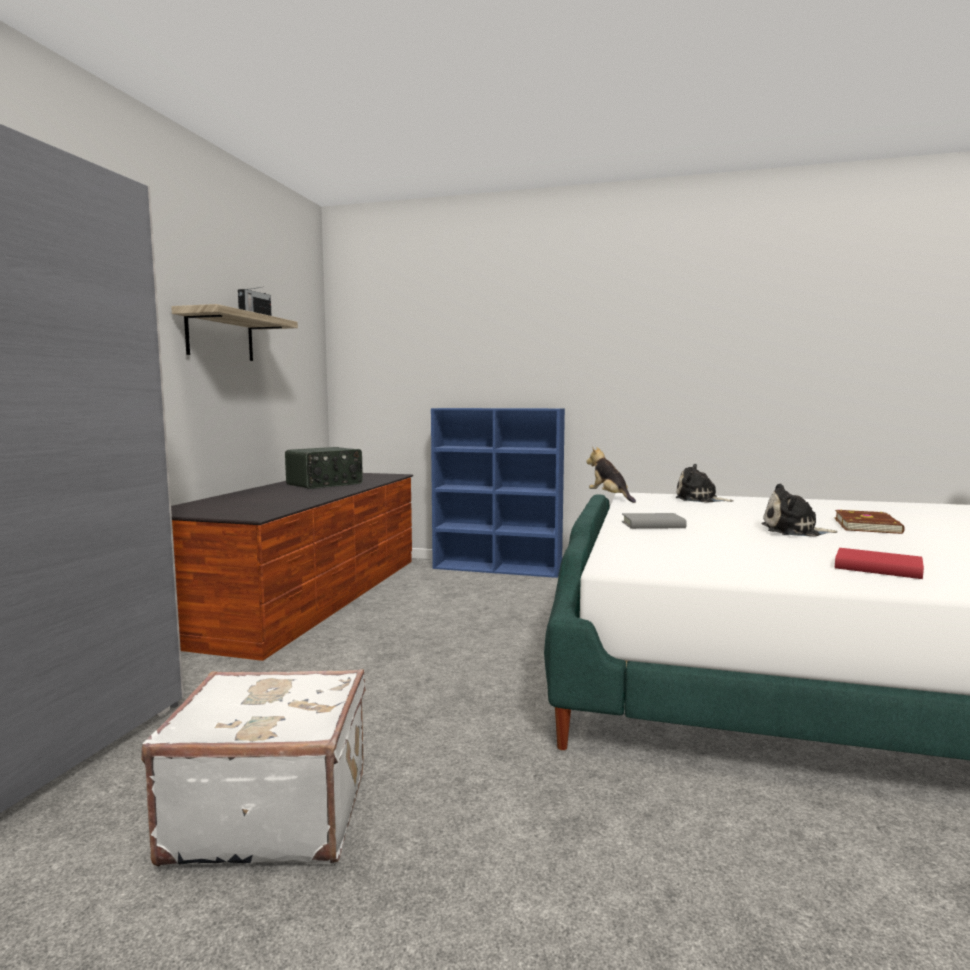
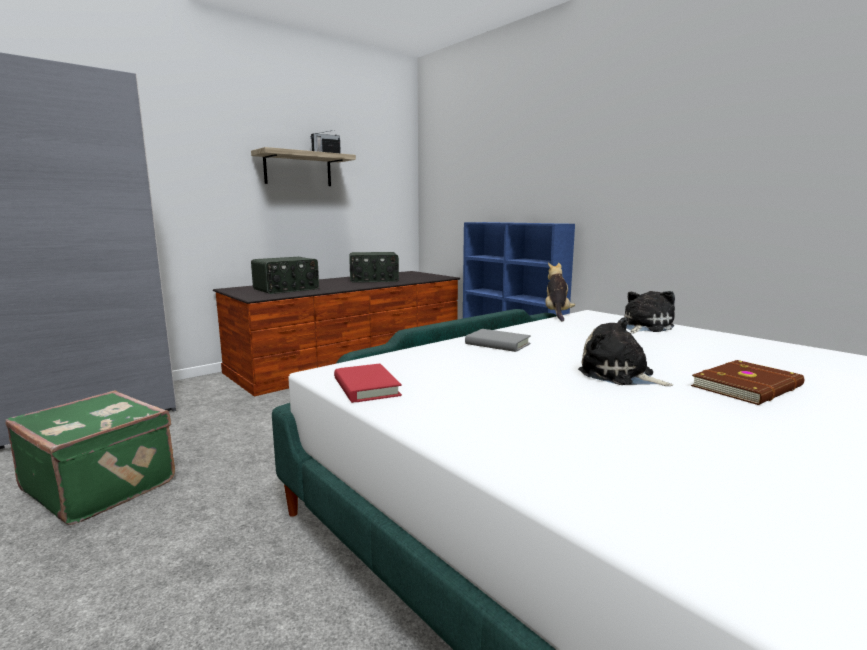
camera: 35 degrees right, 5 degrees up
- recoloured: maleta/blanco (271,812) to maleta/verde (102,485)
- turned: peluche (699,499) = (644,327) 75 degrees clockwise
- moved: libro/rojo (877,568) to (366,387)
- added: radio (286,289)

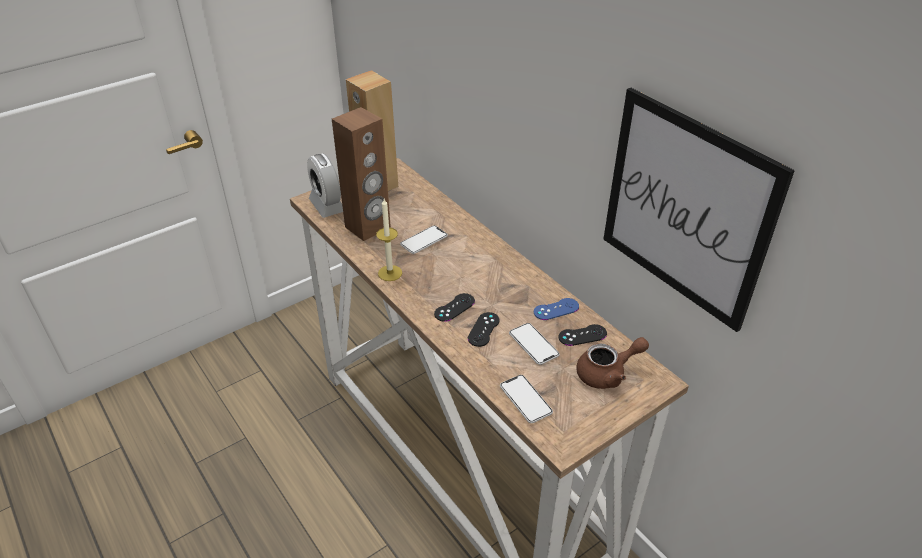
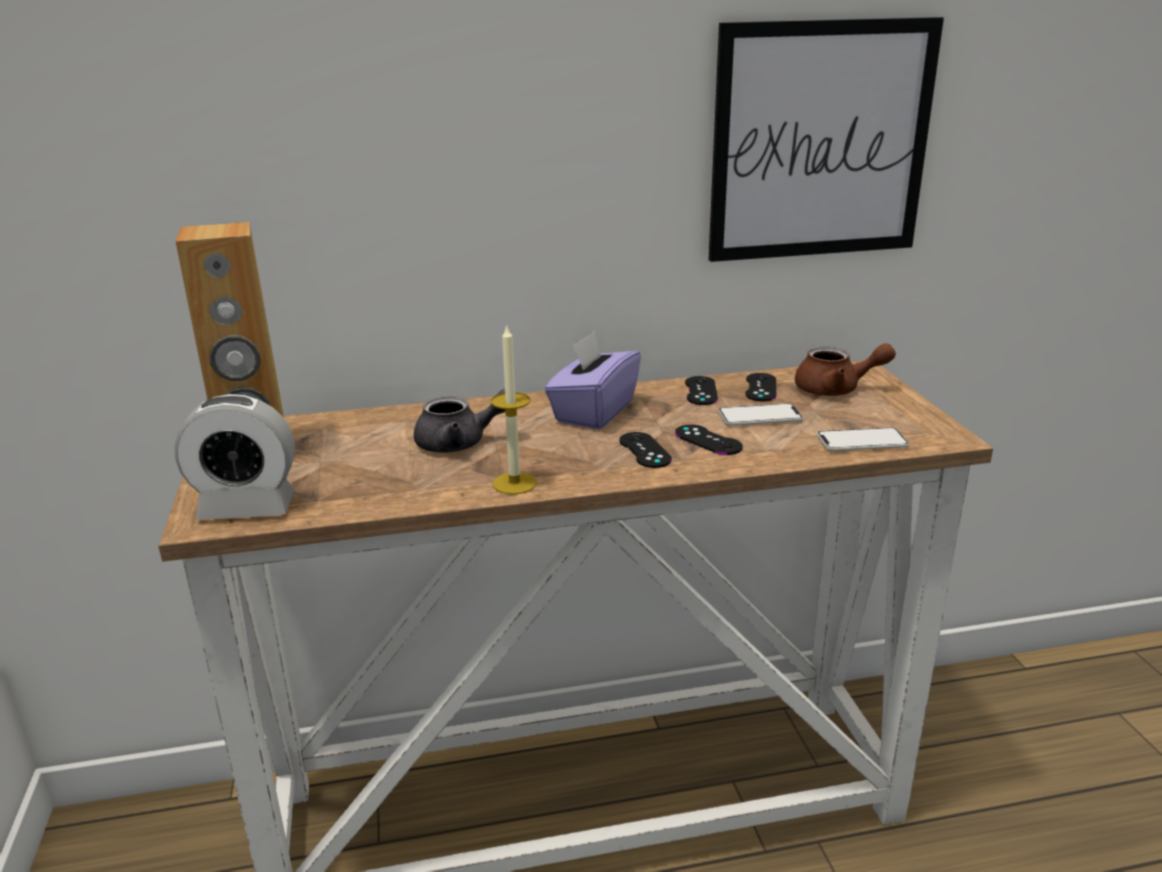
camera: 65 degrees left, 15 degrees down
- removed: altavoz/marrón (368,227)
- replaced: móvil (424,240) to tetera/gris (461,443)
- recoloured: mando de consola/azul (556,309) to mando de consola/negro (701,391)
- turned: tetera/marrón (607,373) = (836,389) 90 degrees clockwise
- added: caja de pañuelos/morado (593,412)

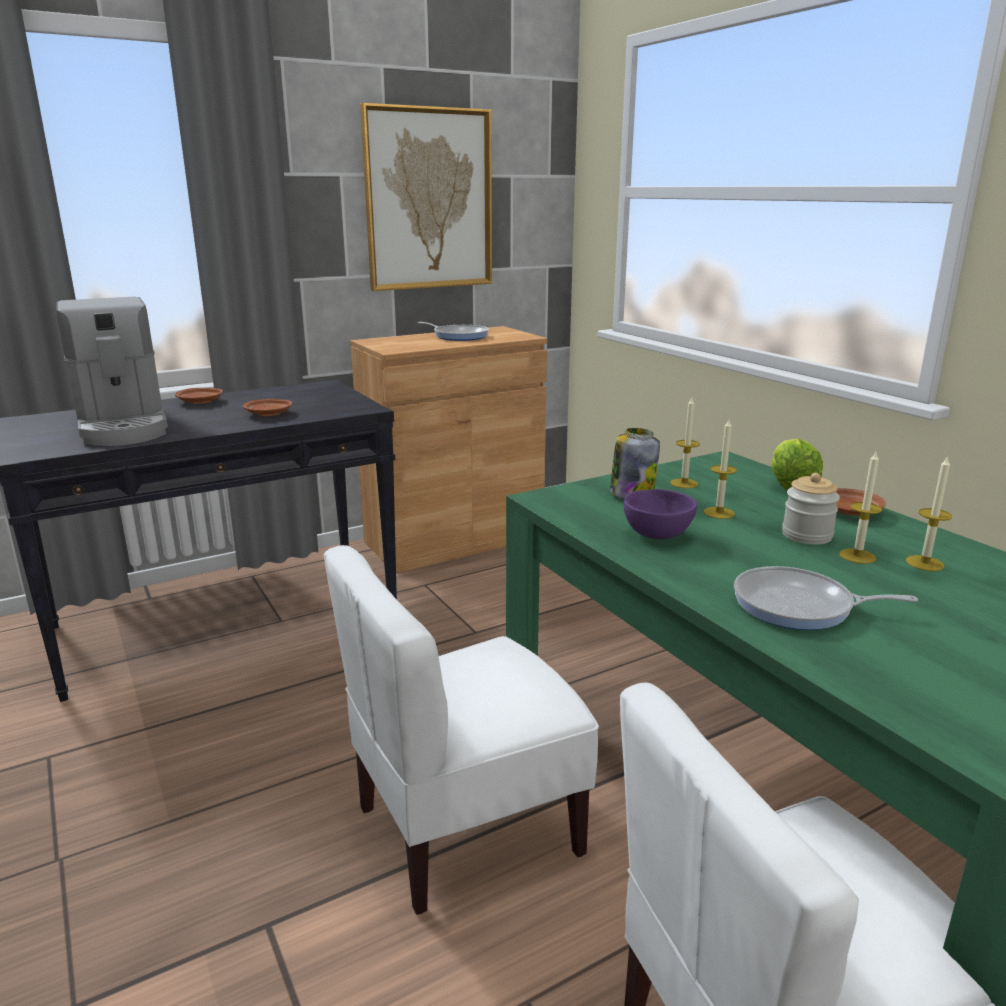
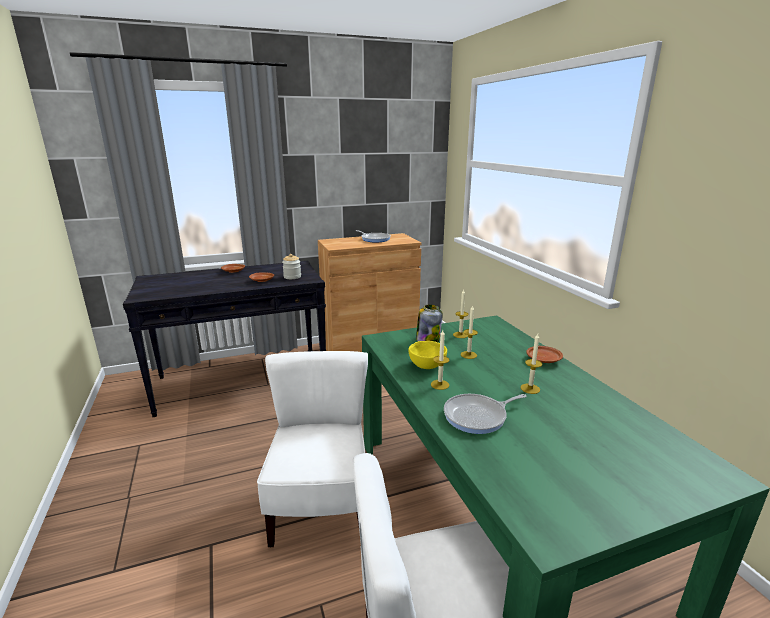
camera: 10 degrees right, 0 degrees up
- removed: cafetera (123,427)
- turned: silla/blanco (466,828) = (321,508) 105 degrees clockwise
- removed: cuadro (429,200)
- recoloured: cuenco/morado (657,535) to cuenco/amarillo (427,366)
- turned: sartén (799,606) = (478,416) 45 degrees counterclockwise
- removed: lechuga (790,486)
- moved: tarro (806,535) to (292,277)
- moved: vela (924,563) to (440,384)

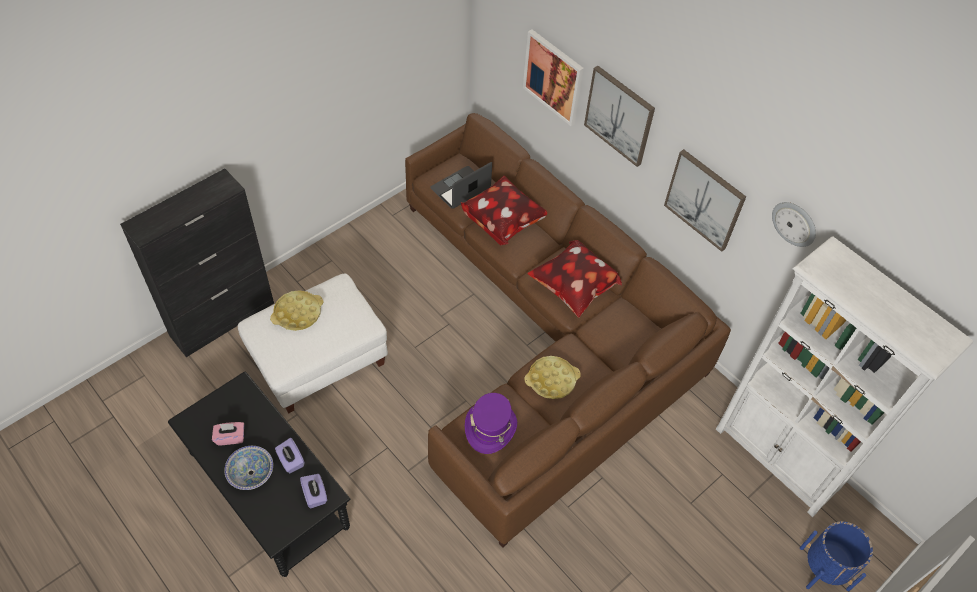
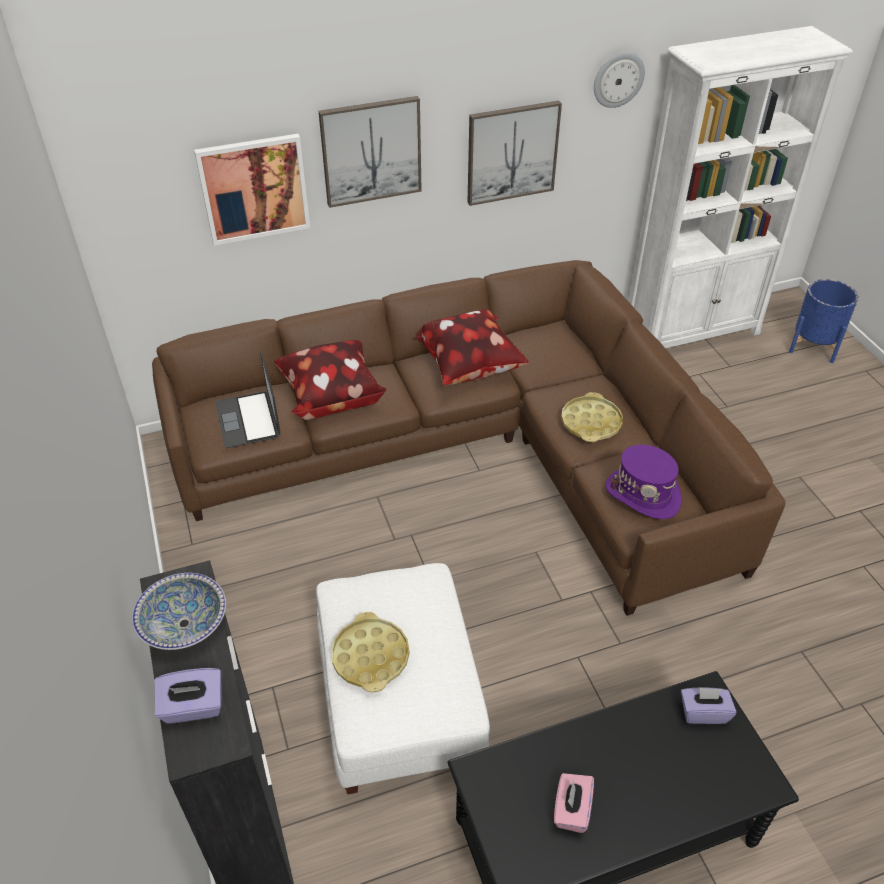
camera: 65 degrees left, 10 degrees down
- moved: cuenco (251,472) to (184,623)
- moved: caja de pañuelos/morado (291,461) to (193,707)

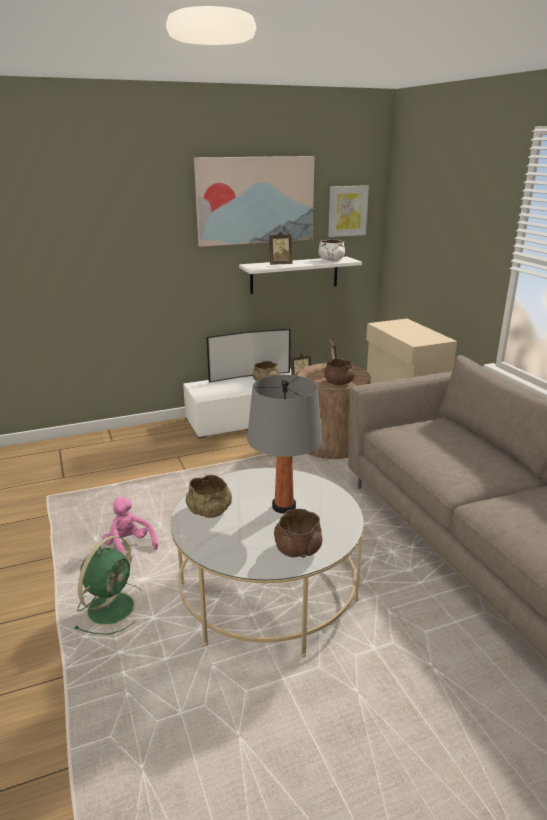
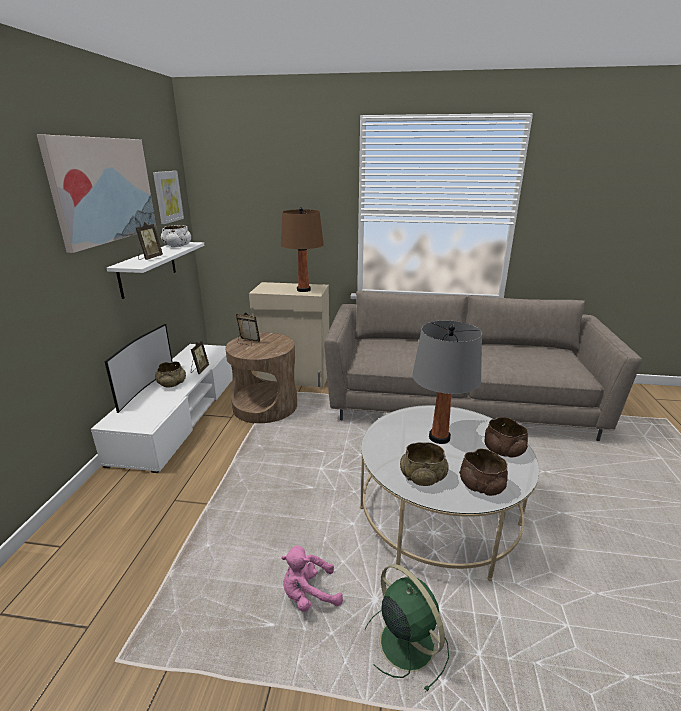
camera: 60 degrees left, 0 degrees up
- moved: cuenco/marrón (338,382) to (482,486)
- added: lámpara de mesa/marrón (303,290)

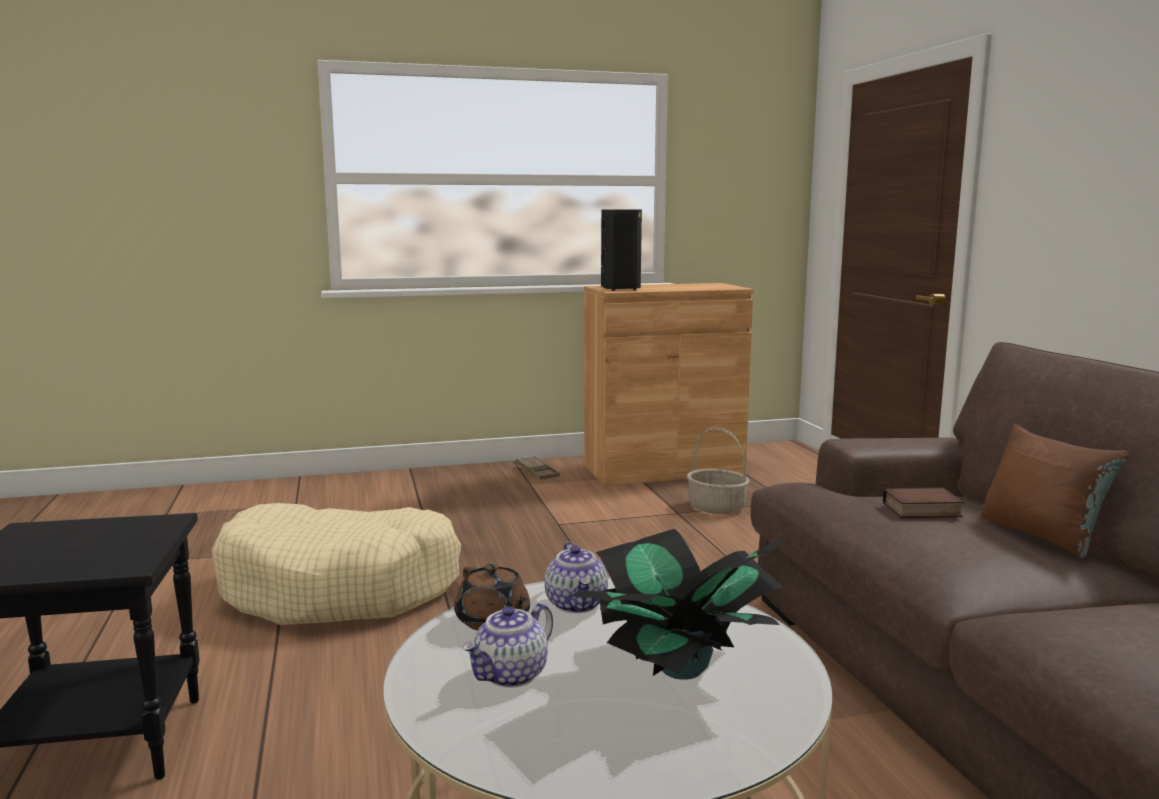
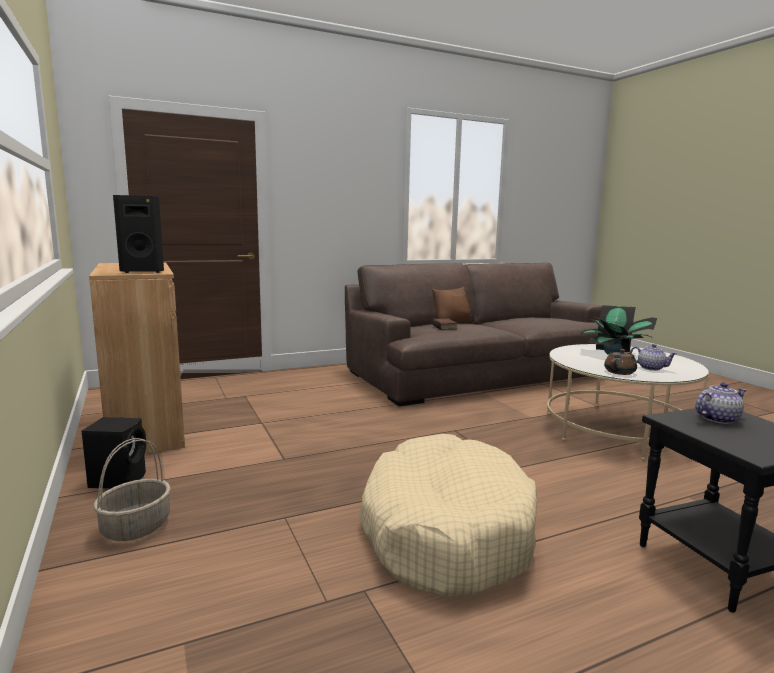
camera: 100 degrees left, 0 degrees up
- replaced: bandeja/marrón (537,472) to altavoz/negro (119,479)
- moved: tetera (577,604) to (717,419)
- moved: cesta (717,507) to (136,526)

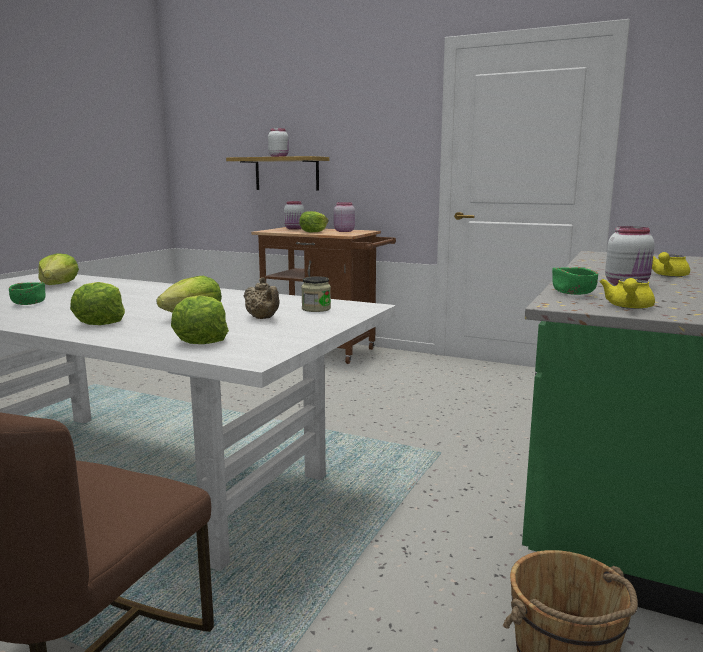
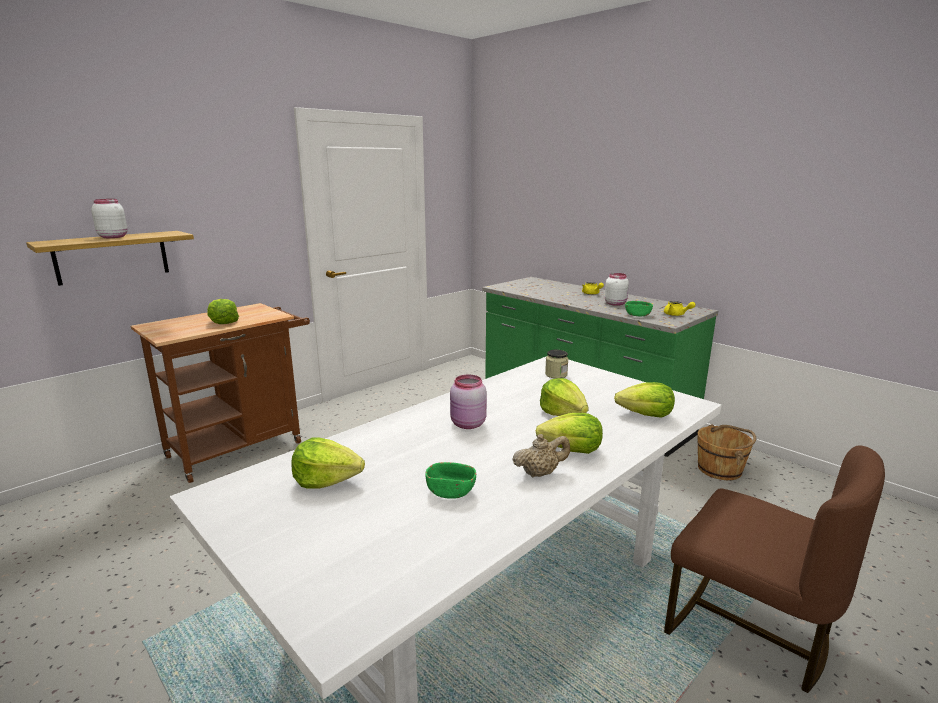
camera: 70 degrees left, 5 degrees up
- moved: tetera/beis (263,318) to (540,473)
- removed: tarro/blanco (294,229)
- moved: tarro/rosa (343,231) to (467,424)

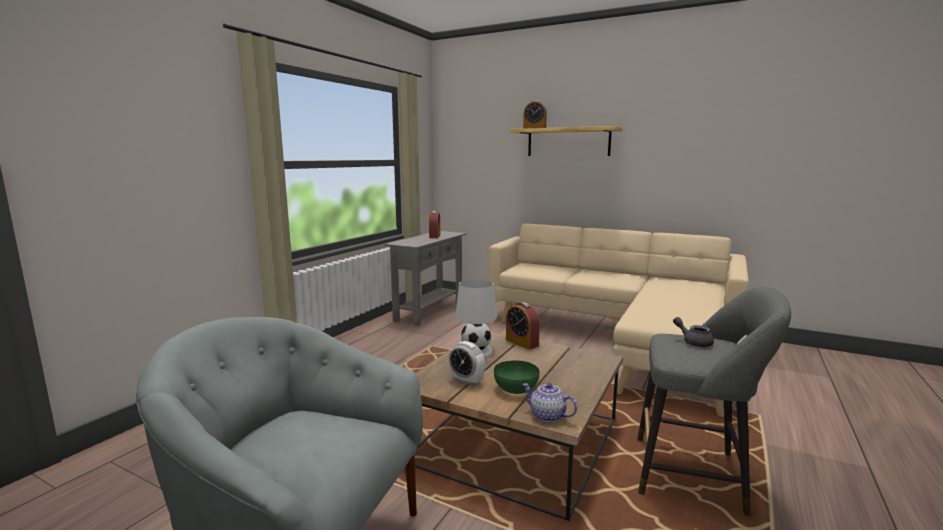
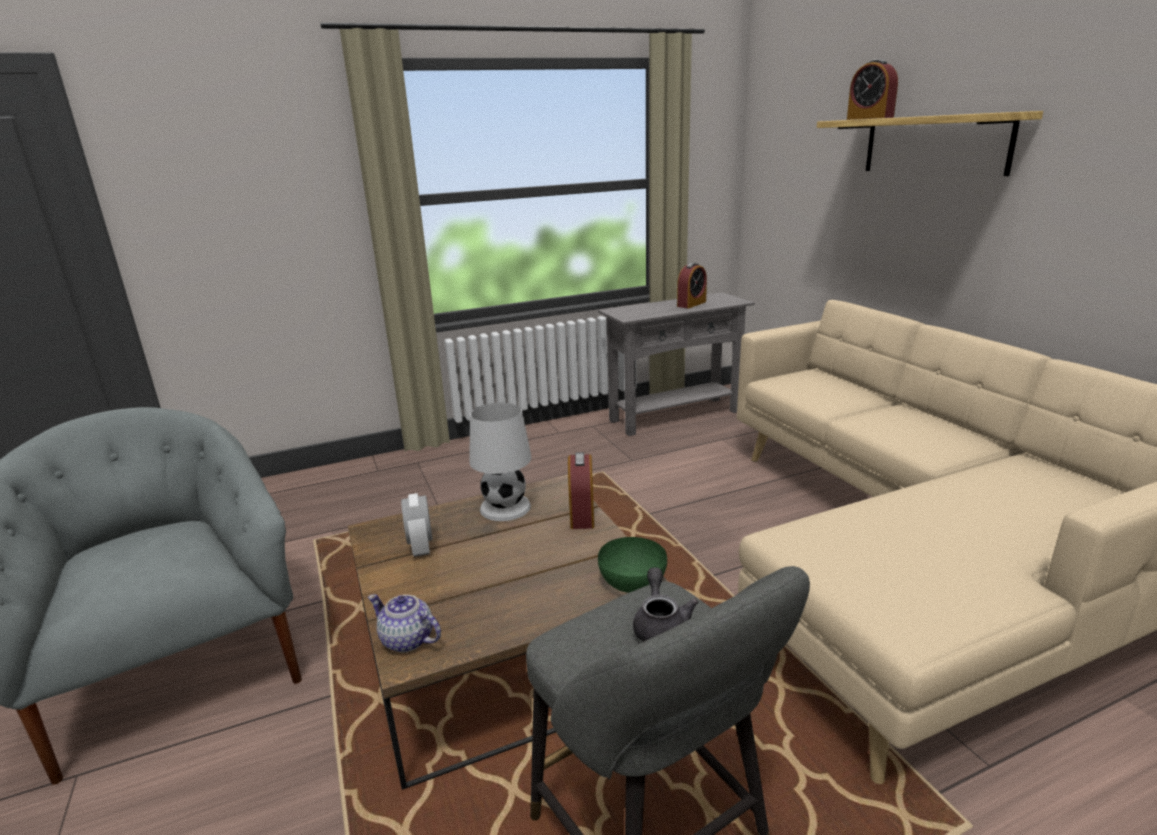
camera: 40 degrees right, 10 degrees up
- moved: cuenco/verde (515,388) to (633,581)
- turned: tetera (548,416) = (407,640) 45 degrees counterclockwise

